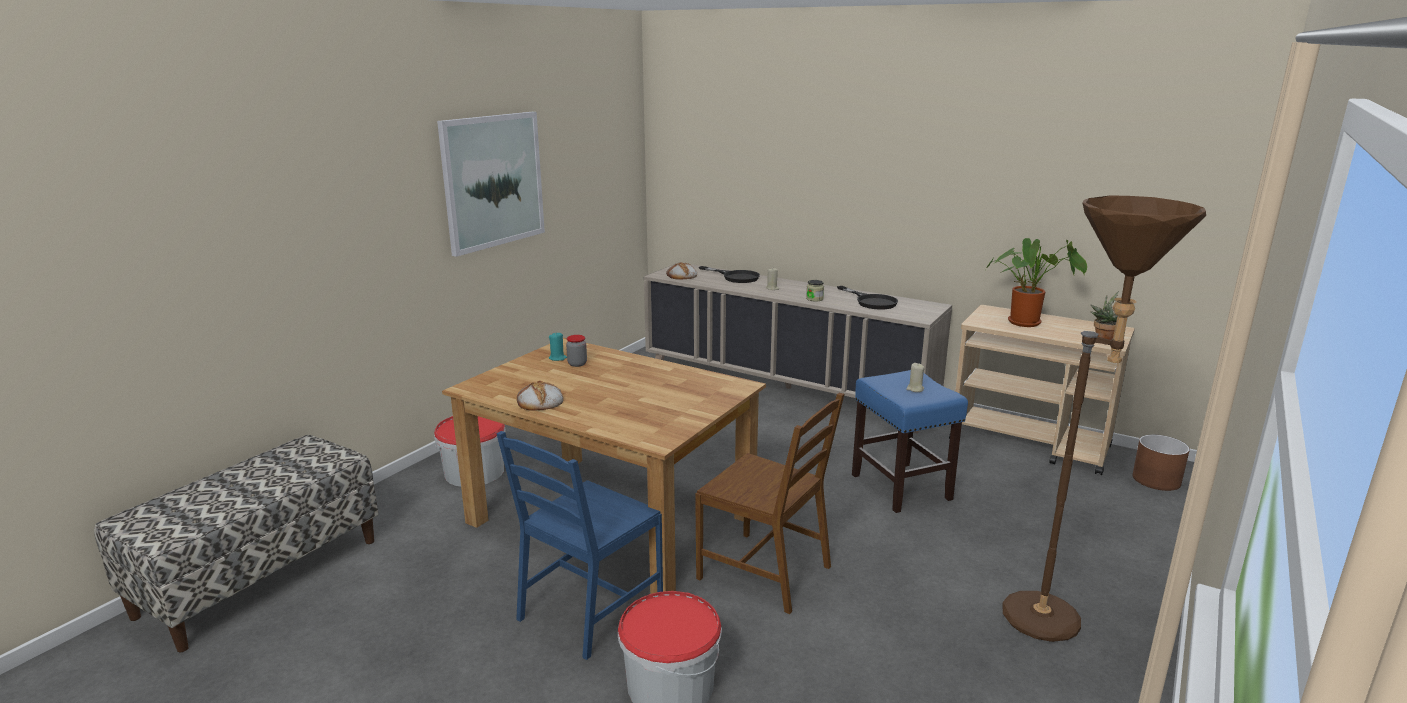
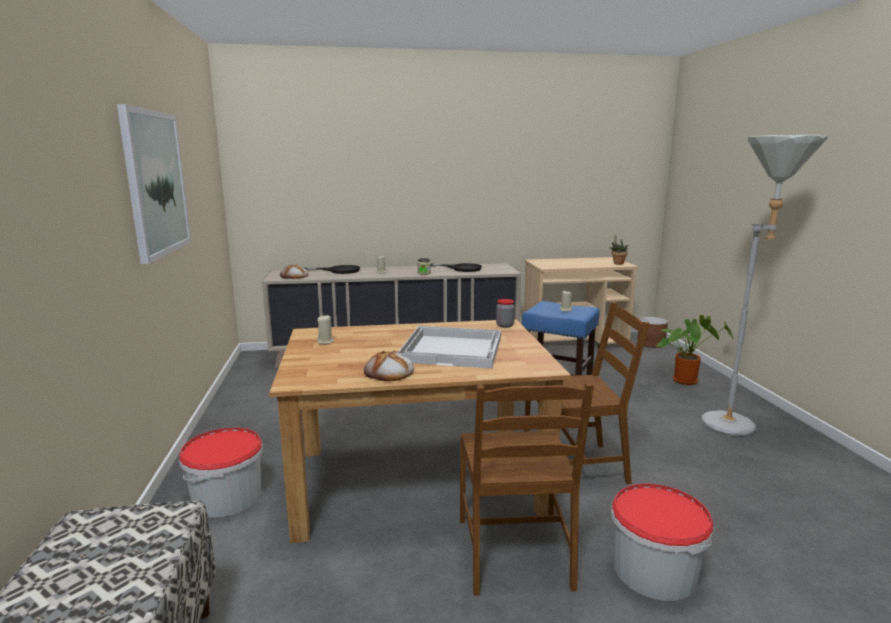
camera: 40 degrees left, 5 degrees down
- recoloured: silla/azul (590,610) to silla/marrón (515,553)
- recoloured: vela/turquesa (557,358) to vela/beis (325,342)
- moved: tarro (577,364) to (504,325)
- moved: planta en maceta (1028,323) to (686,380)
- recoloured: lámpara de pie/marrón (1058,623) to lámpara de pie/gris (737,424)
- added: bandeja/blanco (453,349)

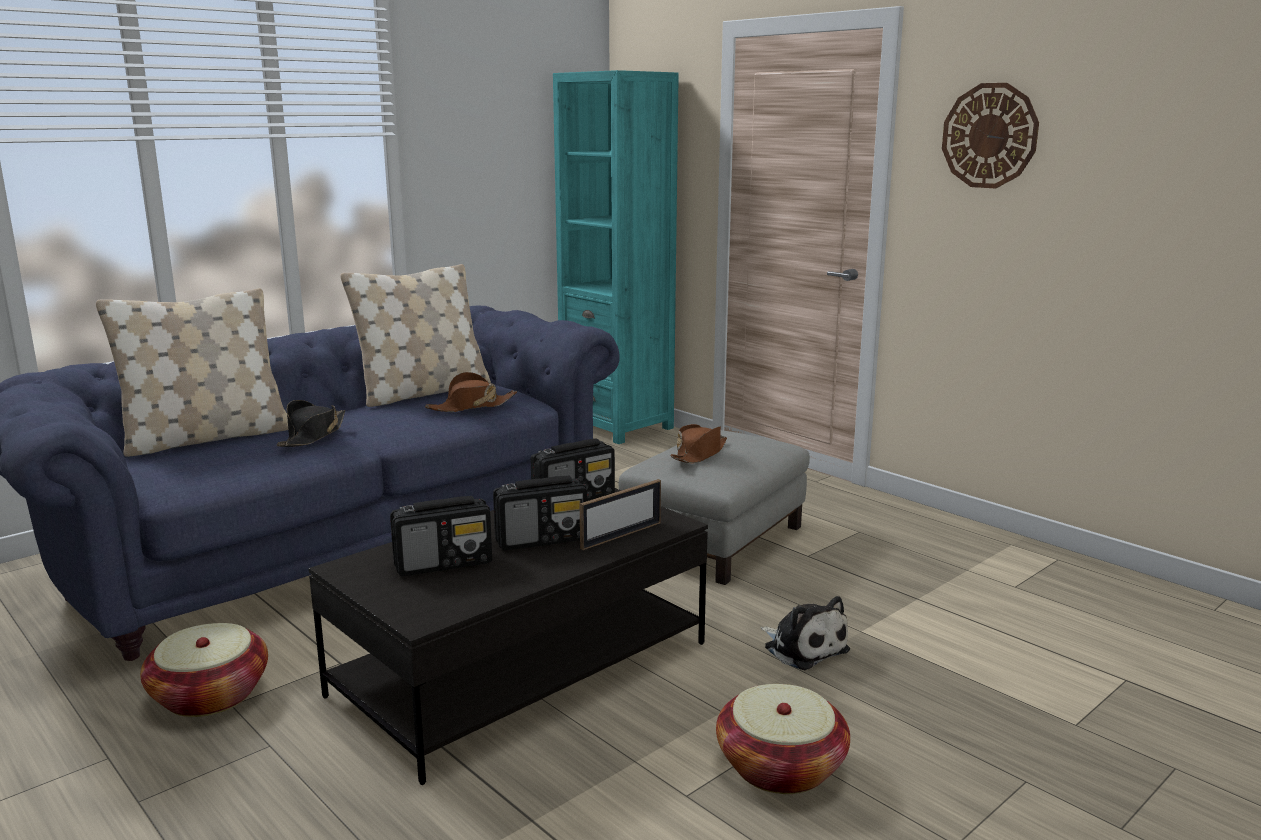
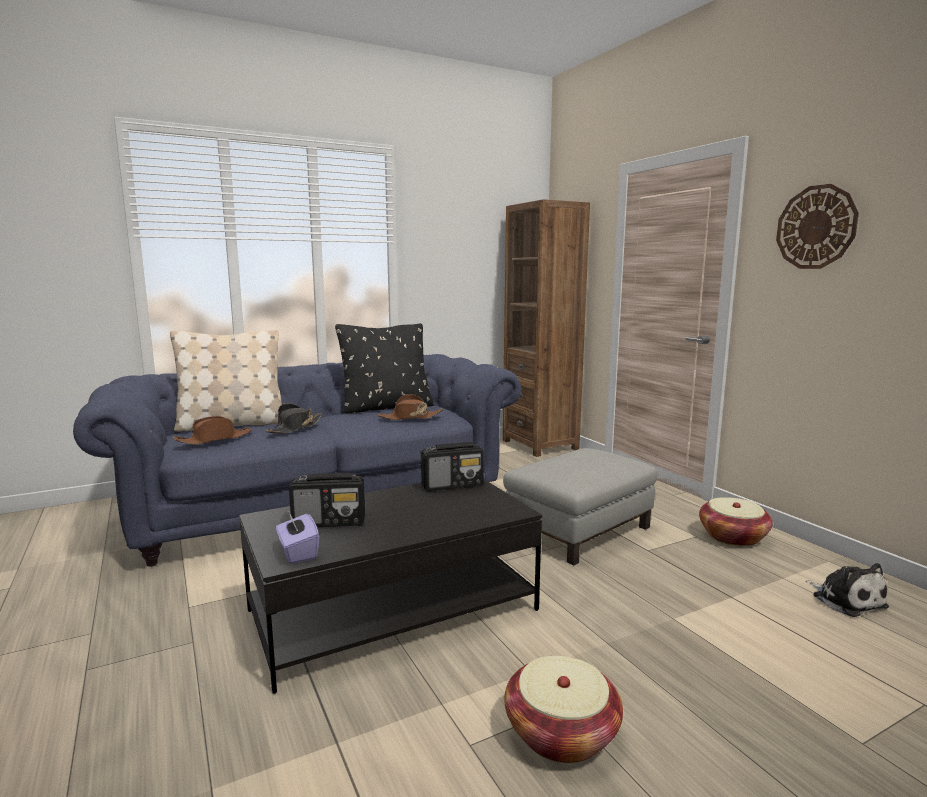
camera: 15 degrees right, 5 degrees down
- moved: cesta (210,695) to (733,537)
- recoloured: cojín/beis (423,393) to cojín/negro (386,407)
- removed: radio (542,540)
- recoloured: estantería/turquesa (617,426) to estantería/marrón (540,445)
- removed: portarretratos (621,535)
- moved: sombrero/marrón (699,454) to (214,439)
- moved: peluche (803,648) to (846,600)
- added: caja de pañuelos/morado (298,553)

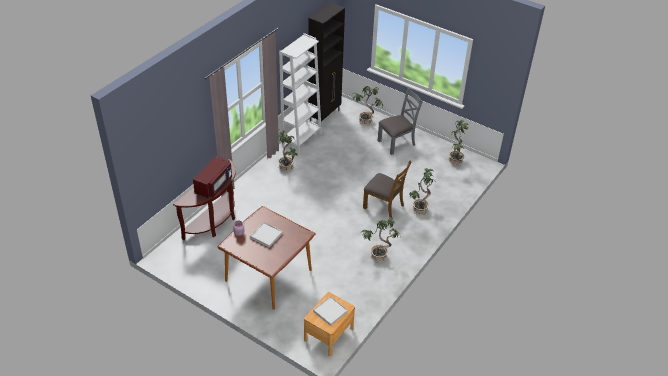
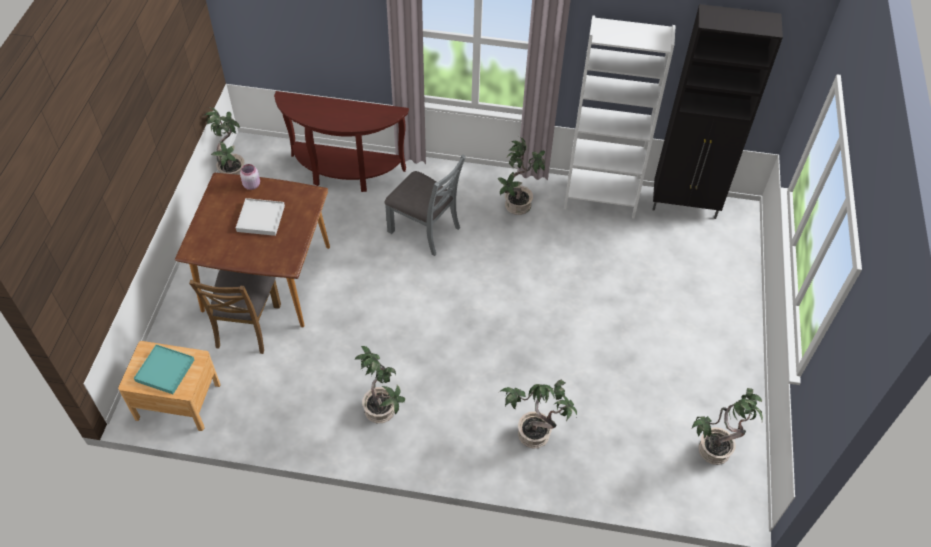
camera: 65 degrees right, 10 degrees up
- removed: microondas/rojo (214,185)
- recoloured: bandeja/blanco (330,312) to bandeja/turquesa (165,370)
- moved: planta en maceta (366,121) to (233,173)
- moved: silla/marrón (384,206) to (247,326)
- moved: silla/gris (397,143) to (425,229)

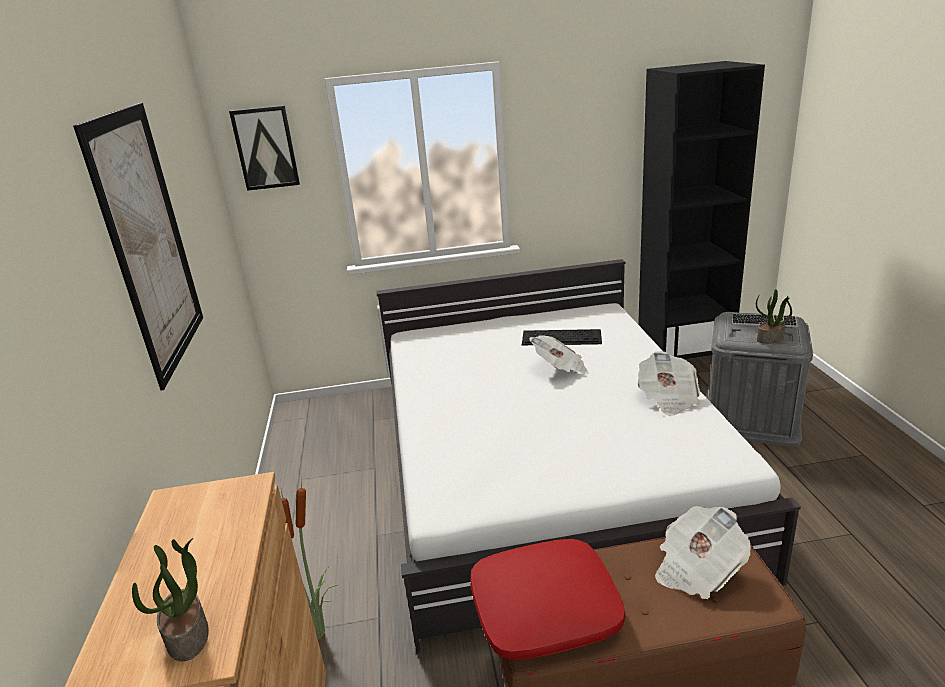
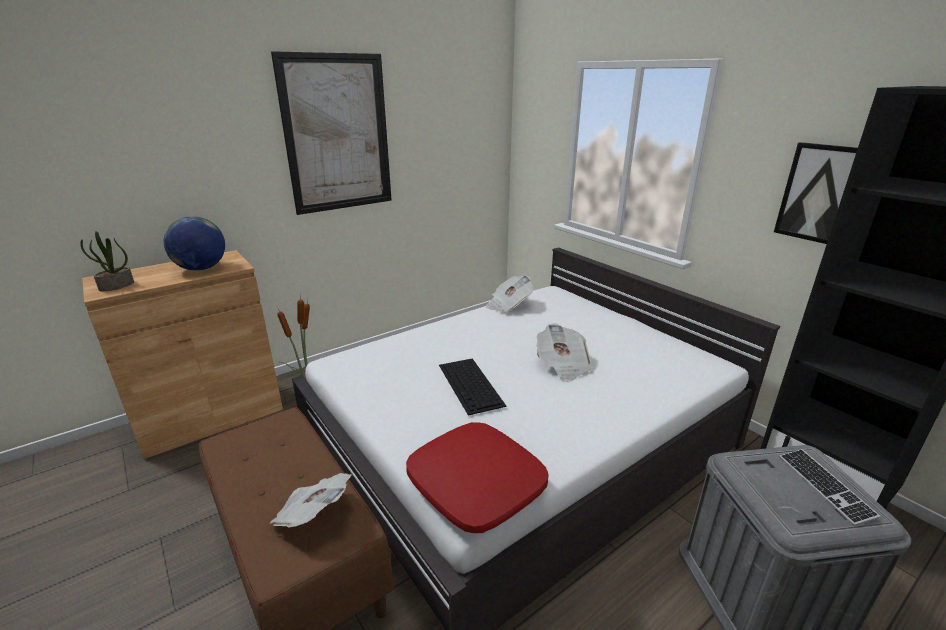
camera: 60 degrees right, 0 degrees up
- moved: cuadro (265,148) to (820,193)
- moved: cojín/rojo (545,608) to (477,485)
- moved: teclado (562,337) to (471,385)
- moved: periódico (668,398) to (508,305)
- removed: planta en maceta (770,339)
- added: globo terráqueo (201,269)

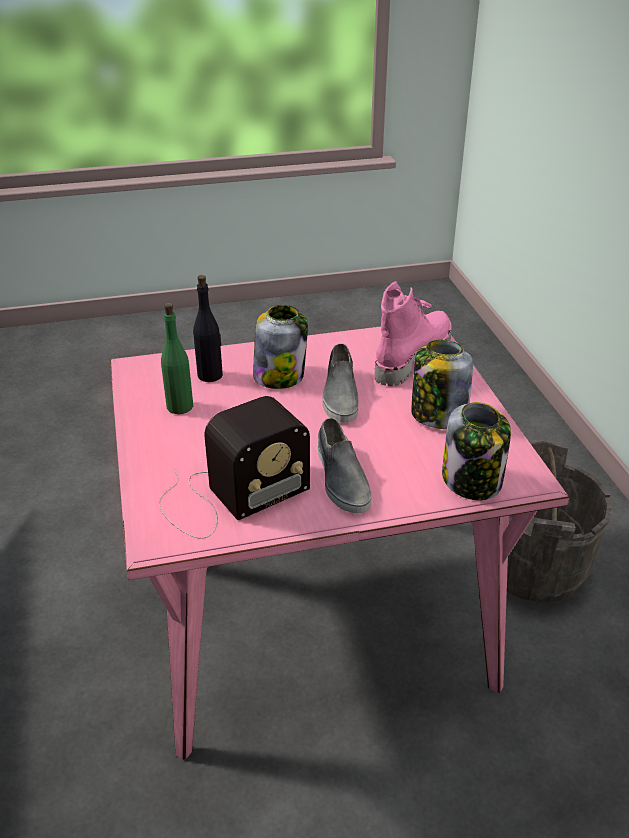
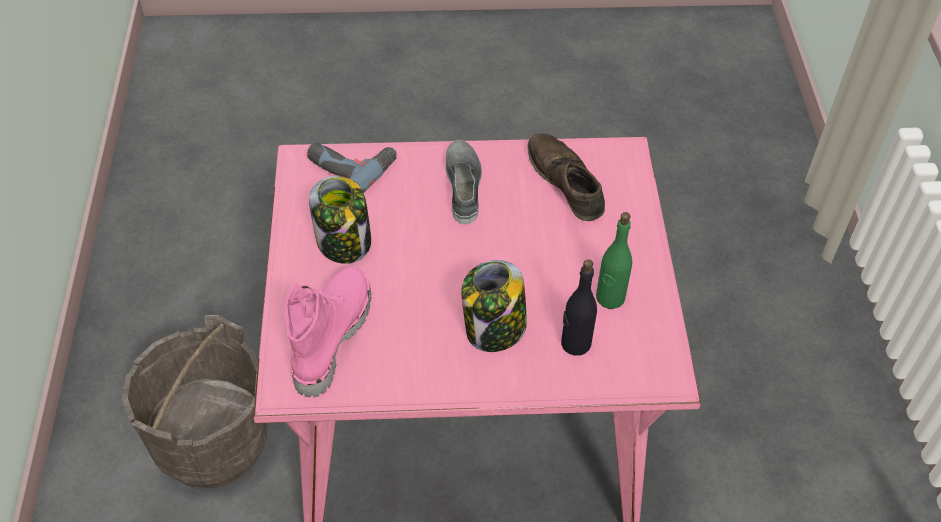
camera: 170 degrees left, 15 degrees up
- replaced: radio (228,496) to zapato/marrón (565,182)
- removed: zapato/gris (340,395)
- turned: bota/rosa (411,357) = (330,336) 150 degrees clockwise
- replaced: tarro (472,481) to taladro (351,165)

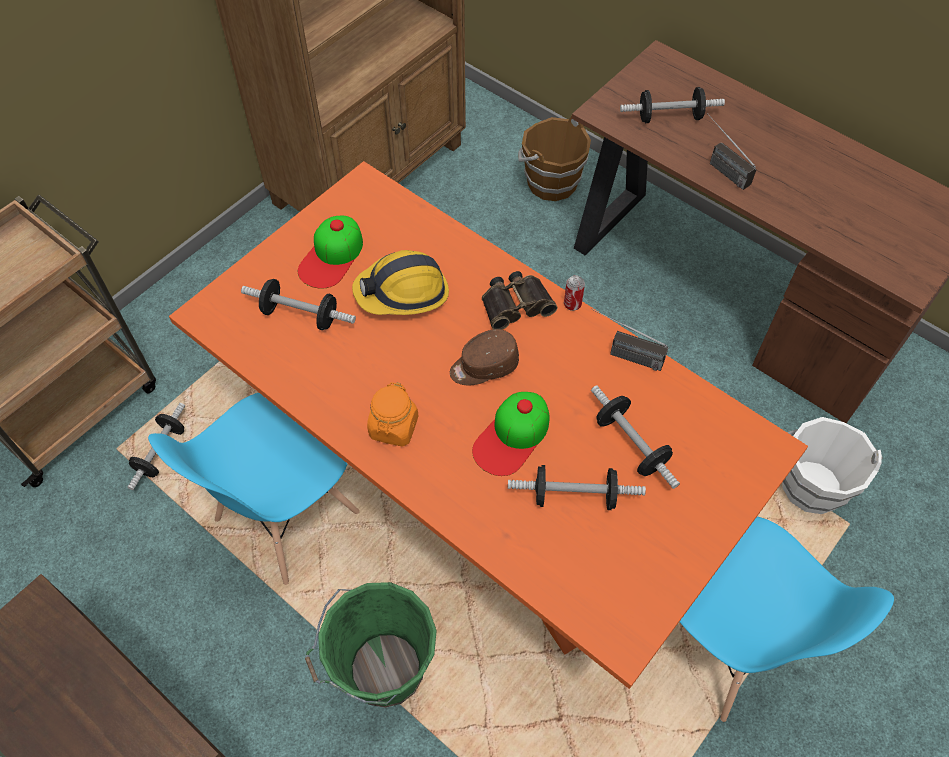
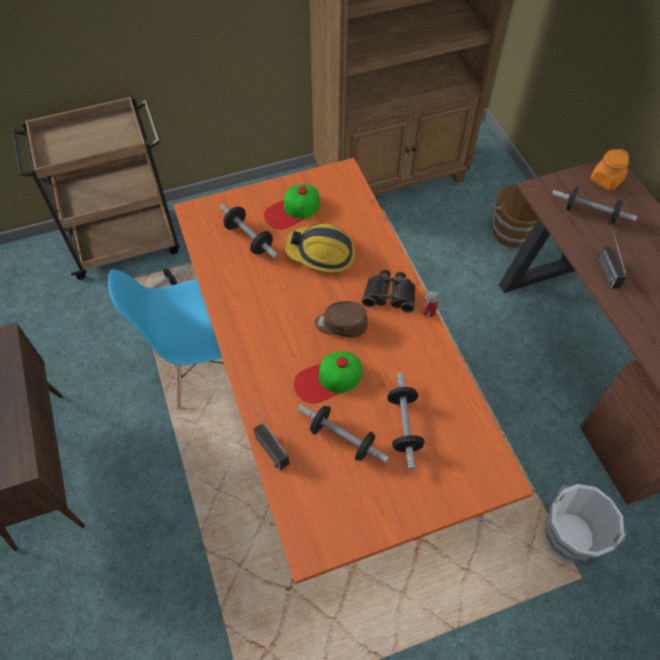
camera: 30 degrees right, 0 degrees up
- removed: cubo/verde (382,671)
- moved: tarro/naranja (393,427) to (606,180)
- moved: radio (622,354) to (264,442)
- removed: silla/azul (723,644)

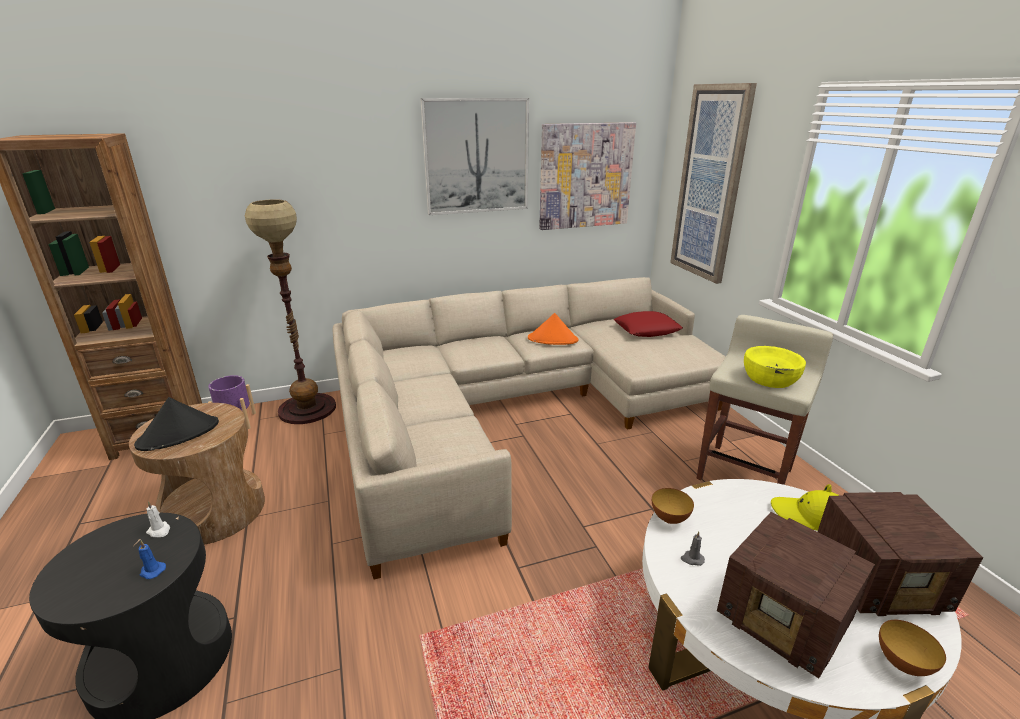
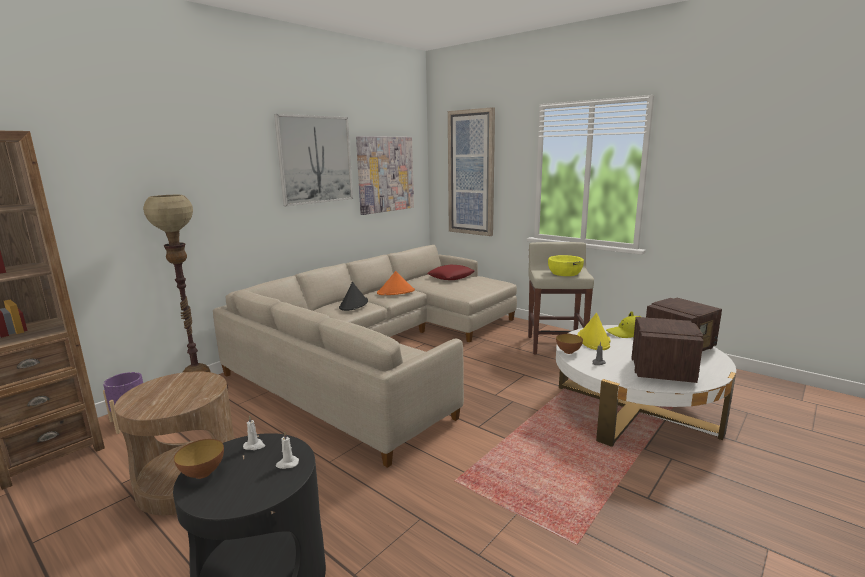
camera: 30 degrees left, 10 degrees down
- moved: sombrero/negro (179,434) to (353,304)
- recoloured: vela/azul (152,571) to vela/blanco (287,464)
- turned: radio (784,621) = (662,371) 90 degrees counterclockwise
- moved: cuenco (902,663) to (203,473)
- added: sombrero/amarillo (593,340)

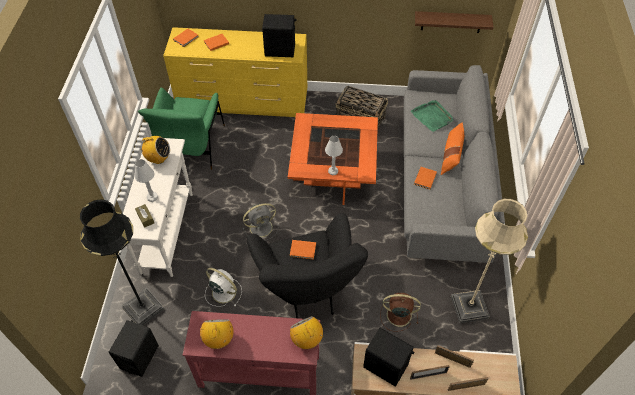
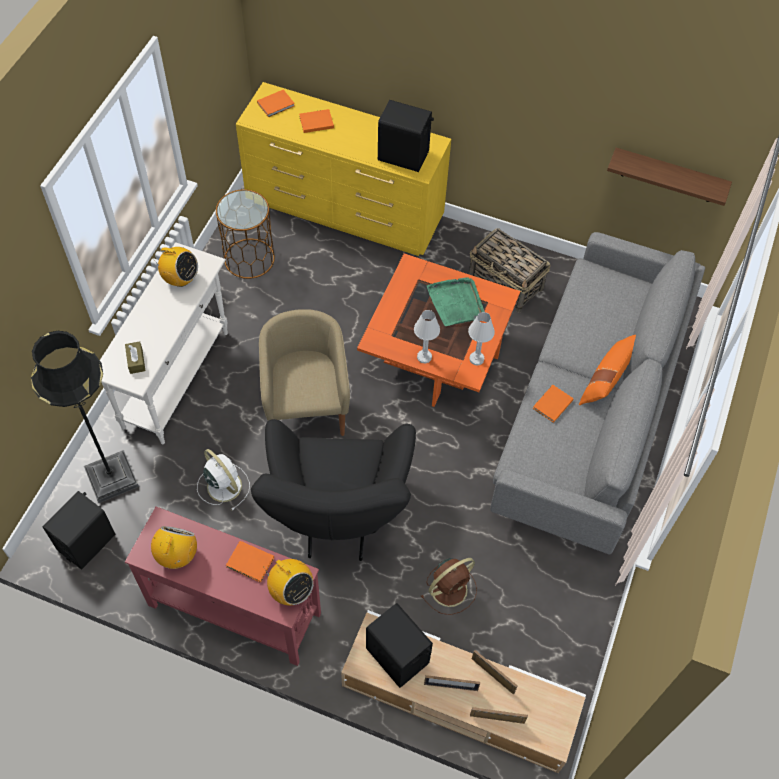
camera: 15 degrees right, 5 degrees up
- moved: lámpara de mesa/blanco (152,197) to (476,359)
- replaced: sillón/verde (191,145) to mesa auxiliar/marrón (249,258)
- replaced: ventilador/gris (262,227) to sillón/beis (307,408)
- moved: libro/naranja (303,250) to (251,563)
- turned: radio (307,339) = (291,590) 150 degrees clockwise
- turned: ventilador/marrón (397,315) = (450,588) 120 degrees clockwise
- moved: bandeja/verde (432,117) to (456,303)
- removed: lámpara de pie/beis (469,307)

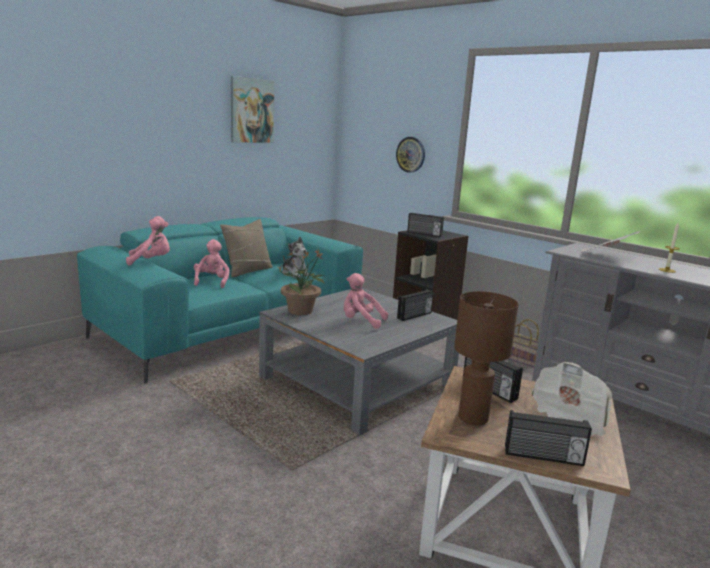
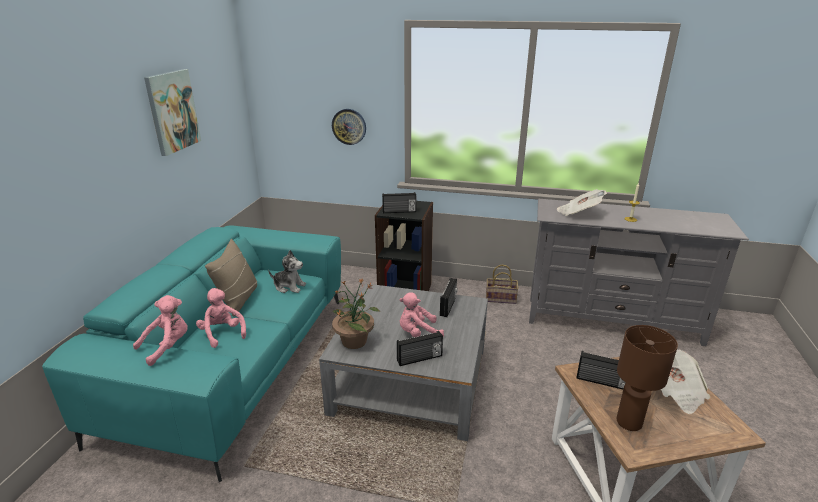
camera: 30 degrees left, 10 degrees up
- moved: radio (543,457) to (420,359)

